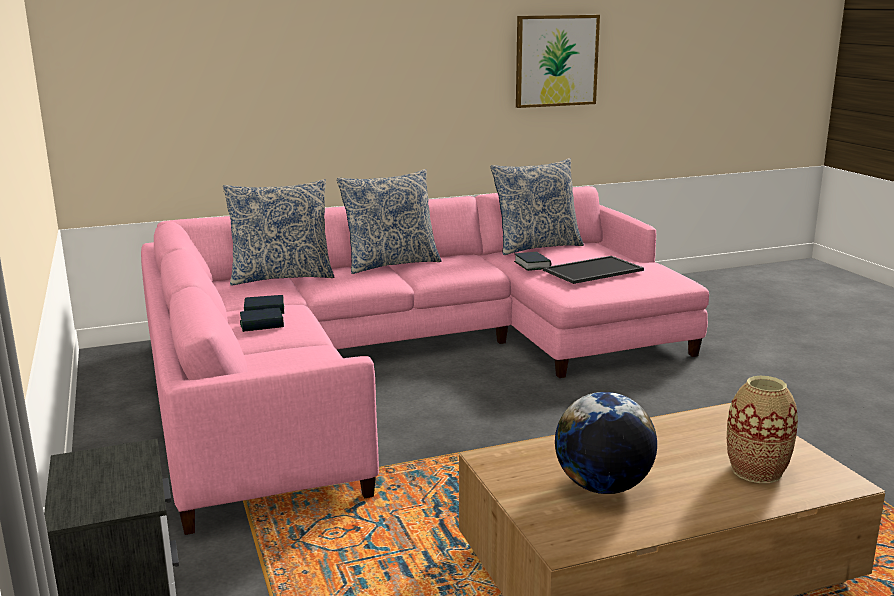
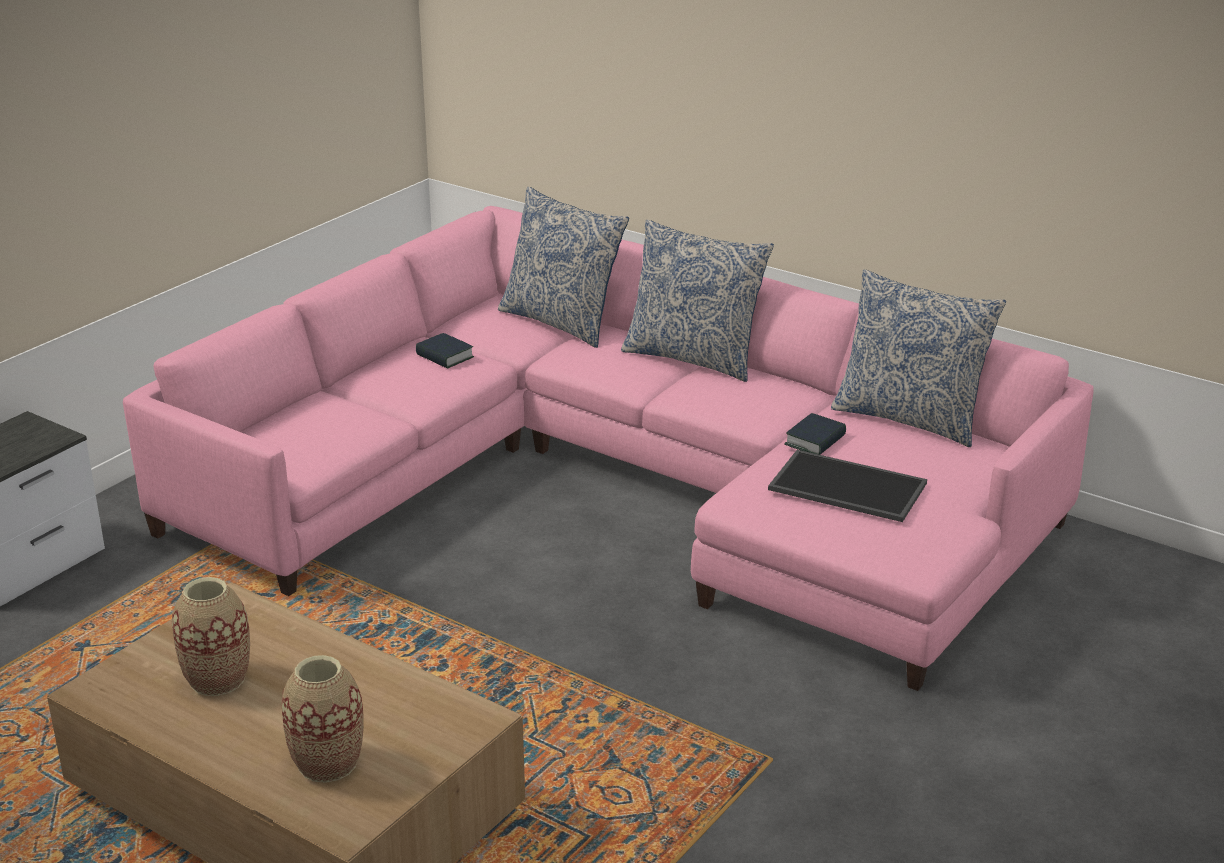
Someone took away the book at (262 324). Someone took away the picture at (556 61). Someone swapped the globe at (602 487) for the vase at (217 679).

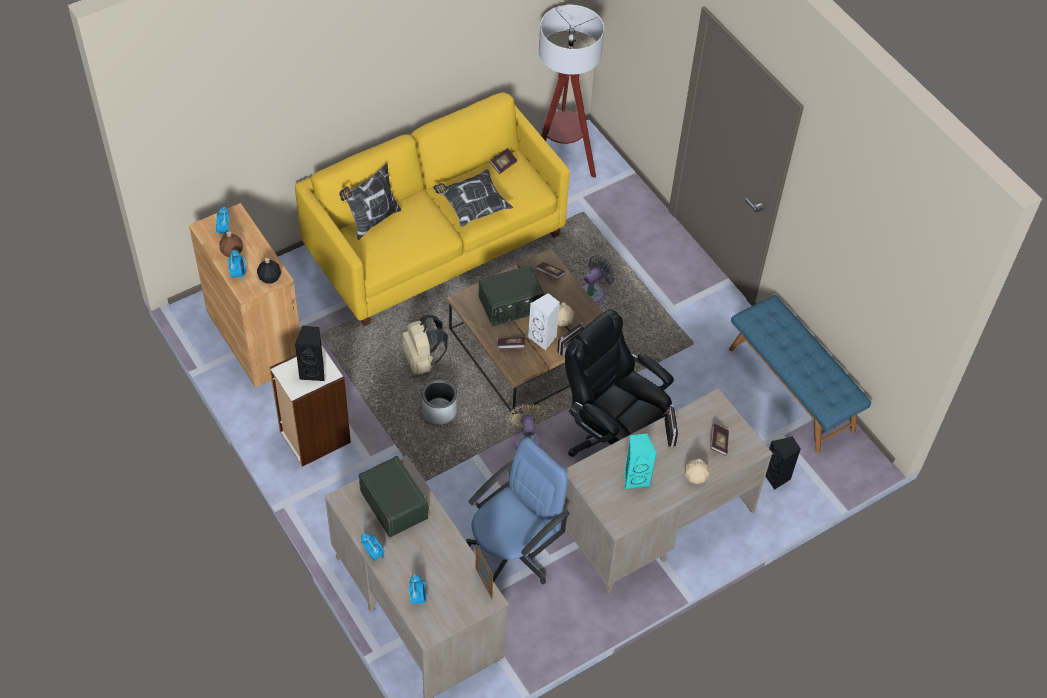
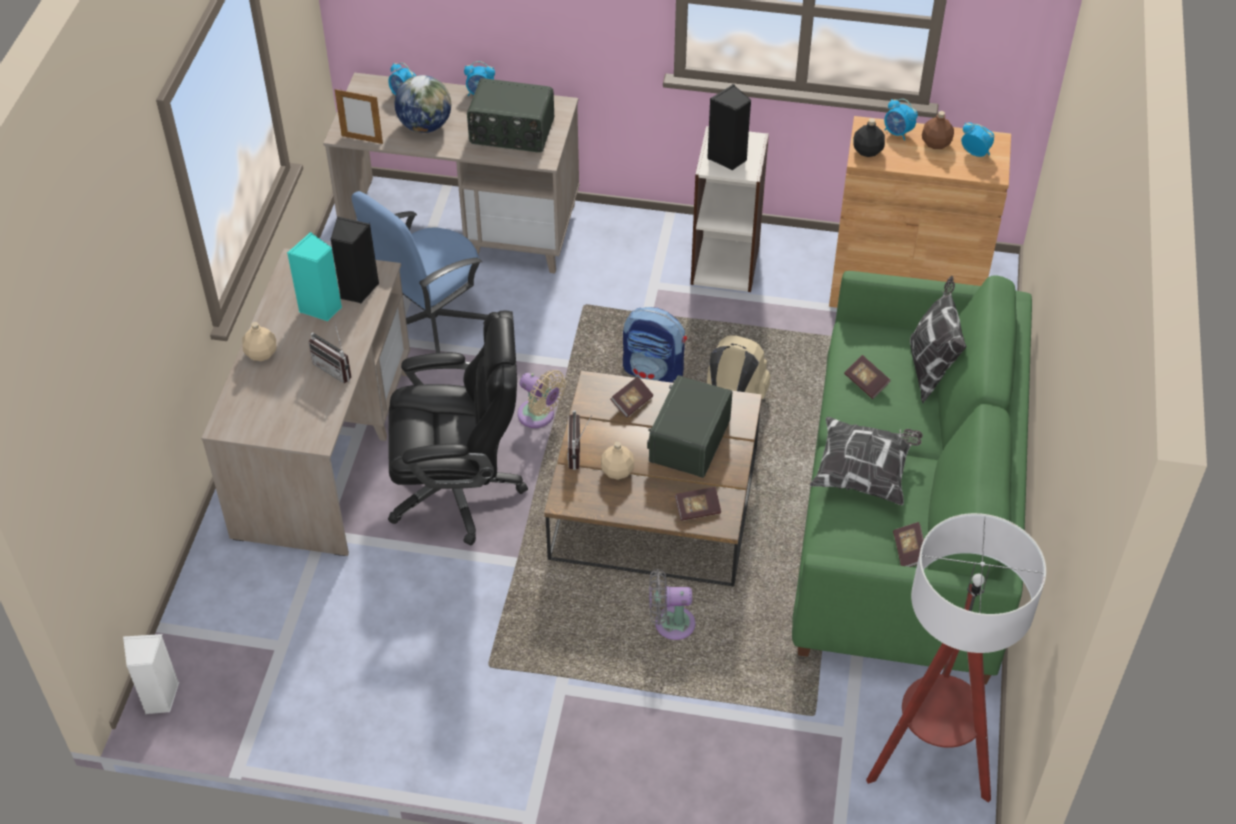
Someone took away the blue bench at (792 389). Someone put down the globe at (425 126). Someone carried the white speaker from (543 338) to (158 698). Someone carried the book from (718 443) to (866 383). Someone carried the black speaker from (777 477) to (357 290). Someone swapped the grey planter at (439 411) for the backpack at (654 371). Someone repainted the yellow sofa at (434 243), which became the green sofa at (905 521). Someone rotated the blue office chair at (513 552) by 45 degrees clockwise. Someone rotated the grey fan at (593 292) by 90 degrees clockwise.

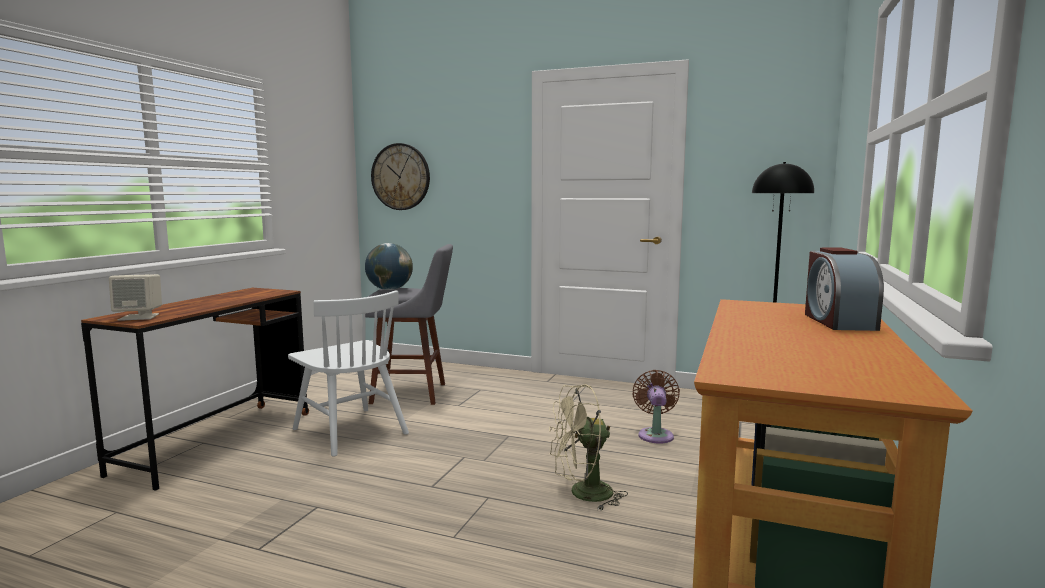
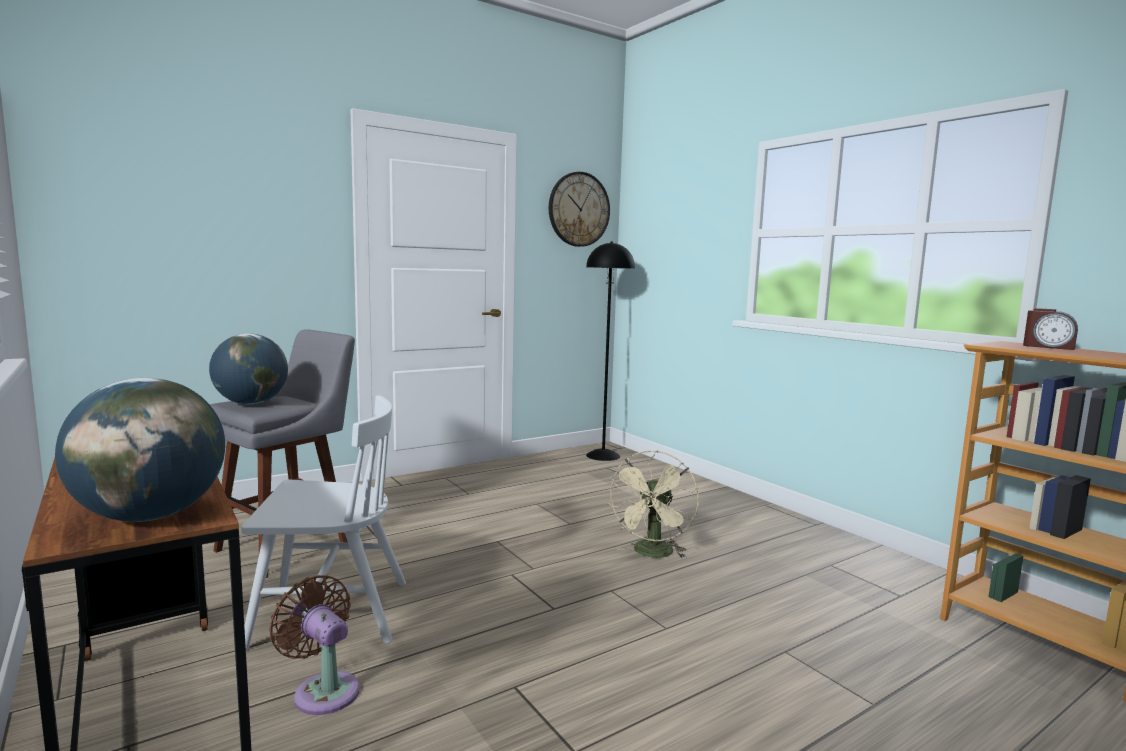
Someone carried the wall clock from (401 177) to (579 209). Someone carried the brown fan from (655 434) to (323 690). Someone swapped the beige speaker at (139 317) for the globe at (149 516).

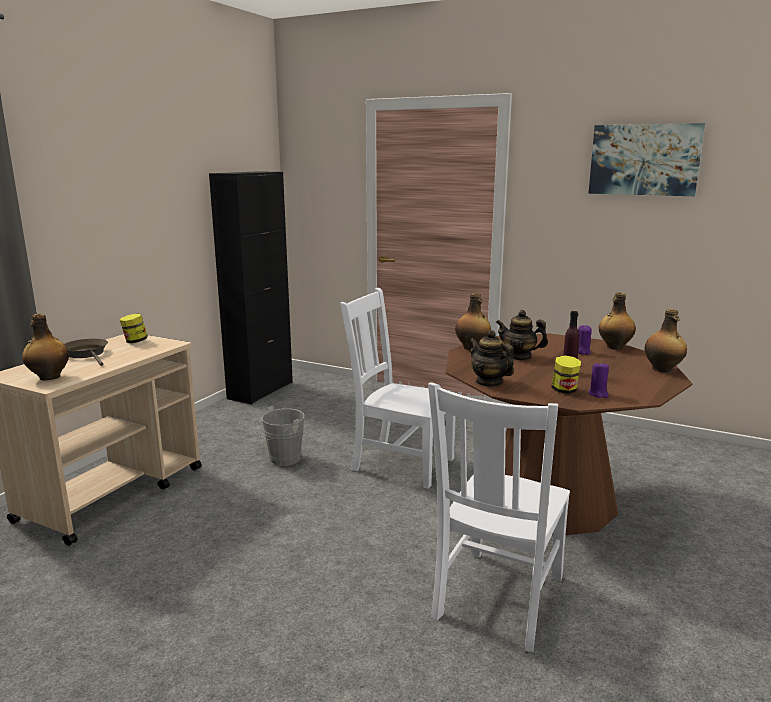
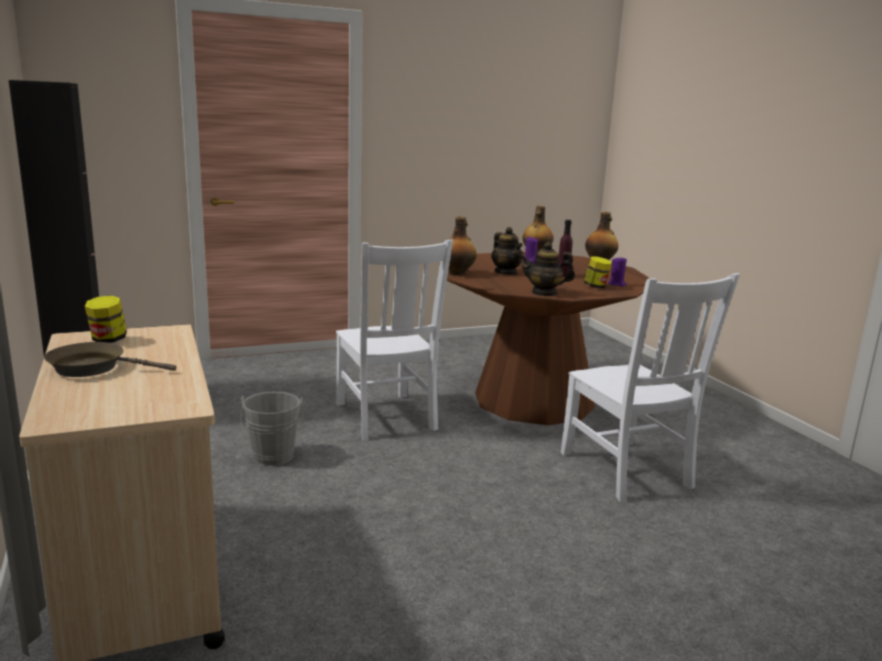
Someone took away the bottle at (49 377). Someone took away the picture at (644 160). Someone rotated the white chair at (399 463) by 90 degrees counterclockwise. Someone rotated the teapot at (519 357) by 90 degrees counterclockwise.

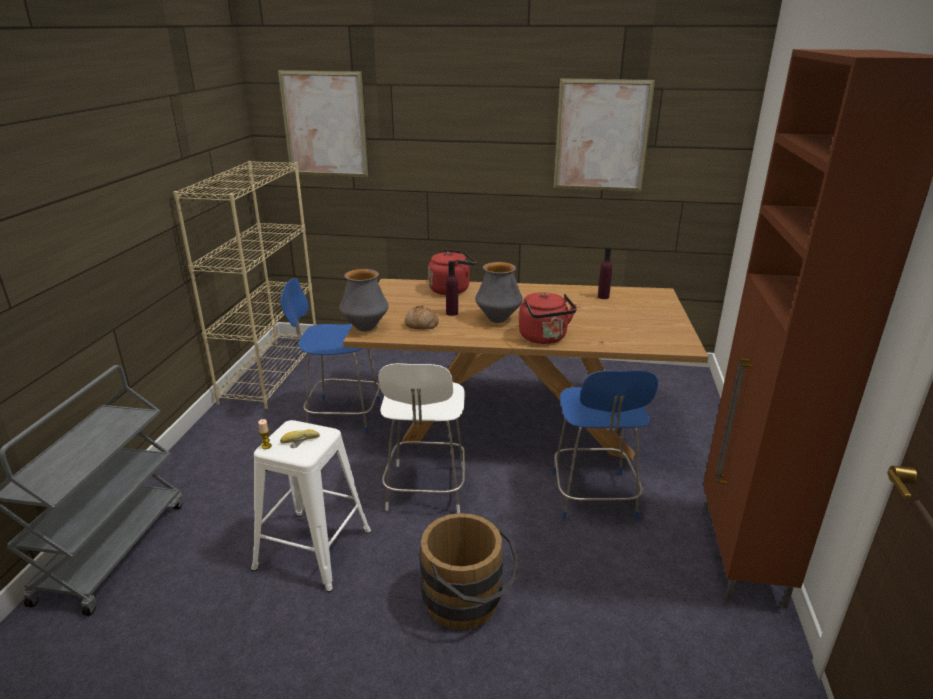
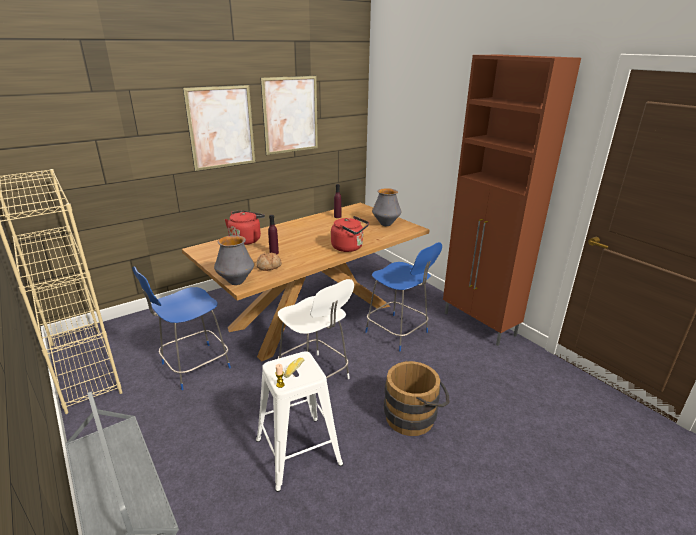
Someone carried the picture from (324 125) to (221 127). Someone carried the vase from (498 319) to (385 224).

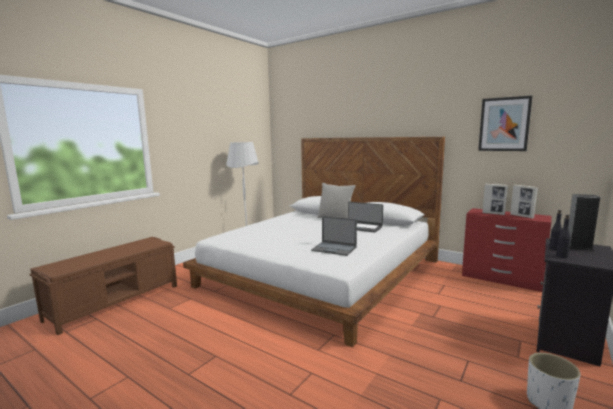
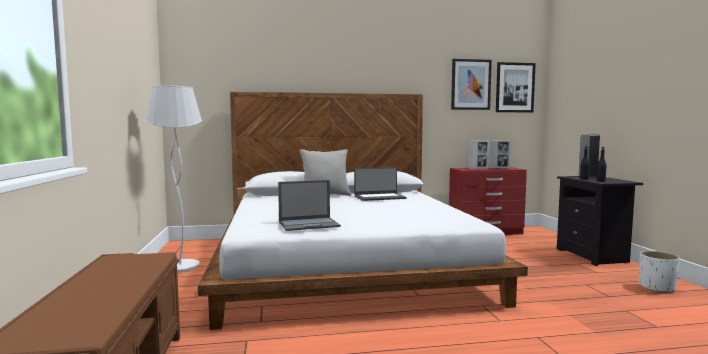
Someone put up the picture at (514 87). Someone carried the laptop from (334 249) to (309 224).

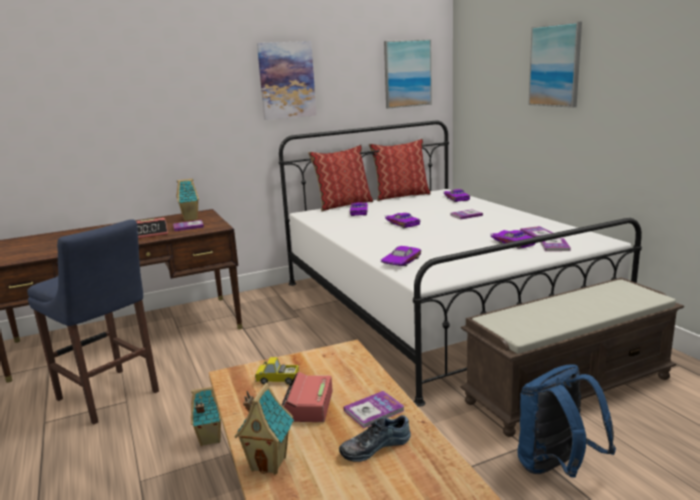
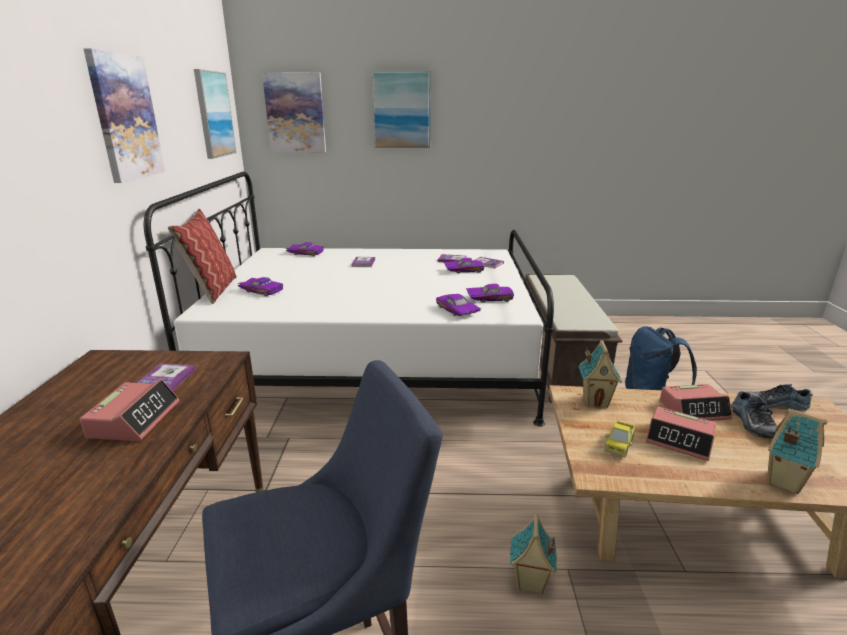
Someone took away the pillow at (401 196). Someone put up the picture at (295 113). Someone put down the shoe at (773 403). Someone carried the toy house from (191 218) to (595 401). Someone carried the purple toy car from (403 224) to (489 298). Someone swapped the book at (374 410) for the alarm clock at (694 410).

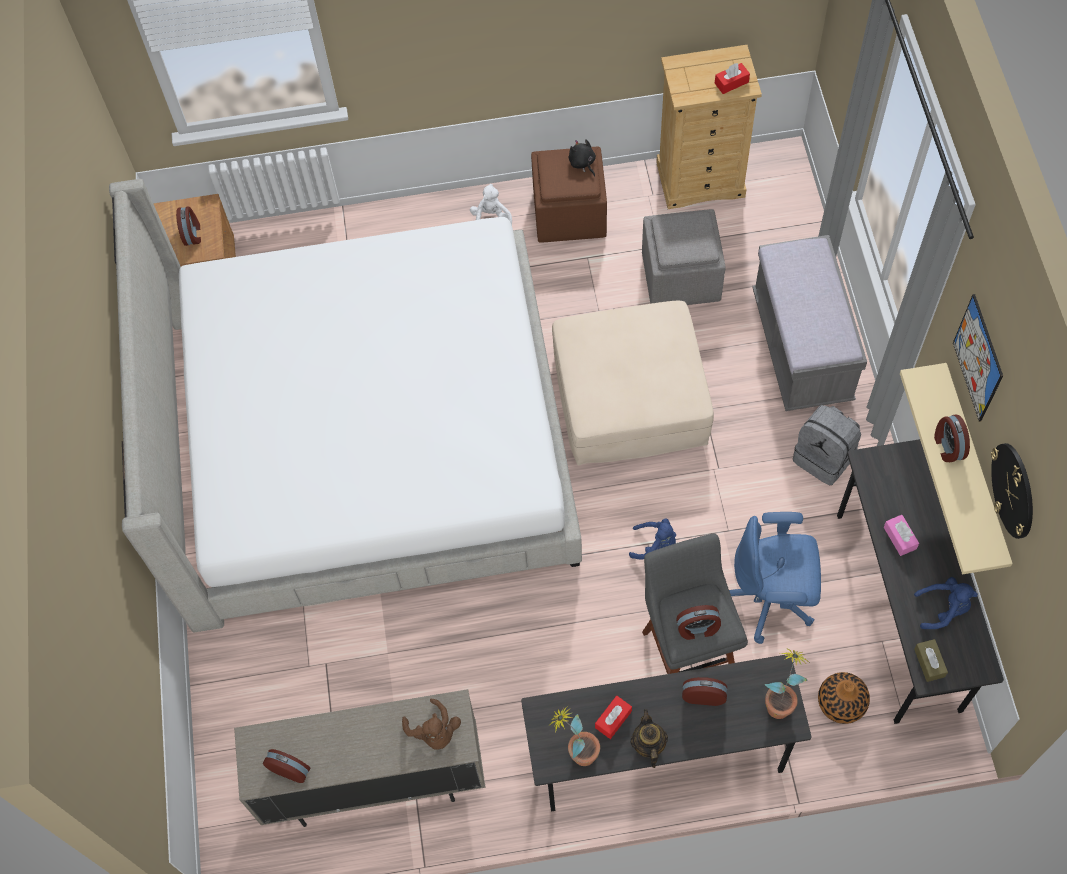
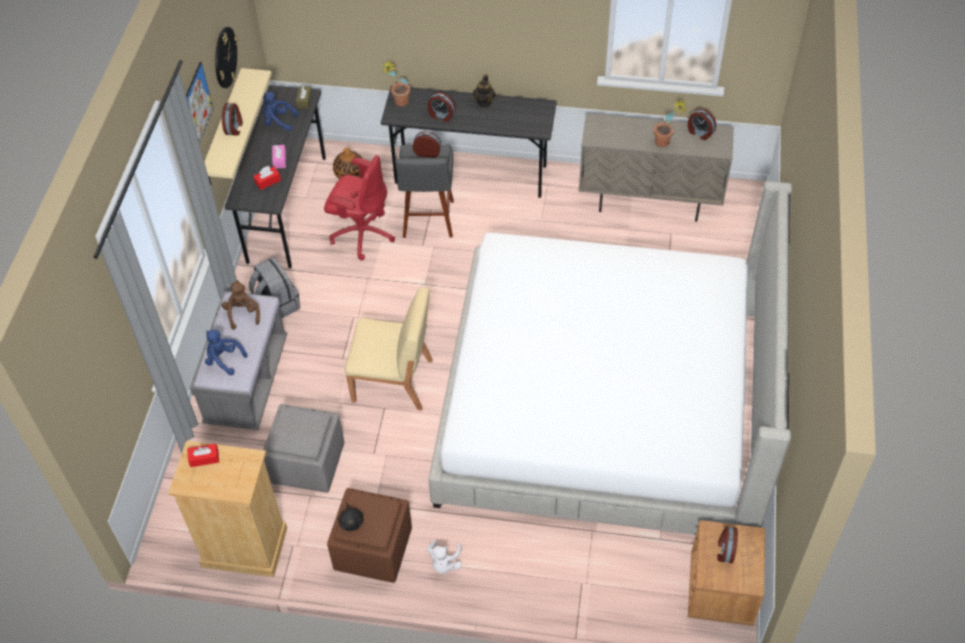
Someone carried the brown plush toy from (434 732) to (242 314). Someone carried the potted plant from (577 751) to (665 144). Someone carried the red tissue box from (613 719) to (268 181). Someone carried the blue plush toy from (655 545) to (224 360). Someone swapped the beige ottoman at (629 398) for the beige chair at (394 381). Someone repainted the blue office chair at (770 599), which became the red office chair at (362 234).

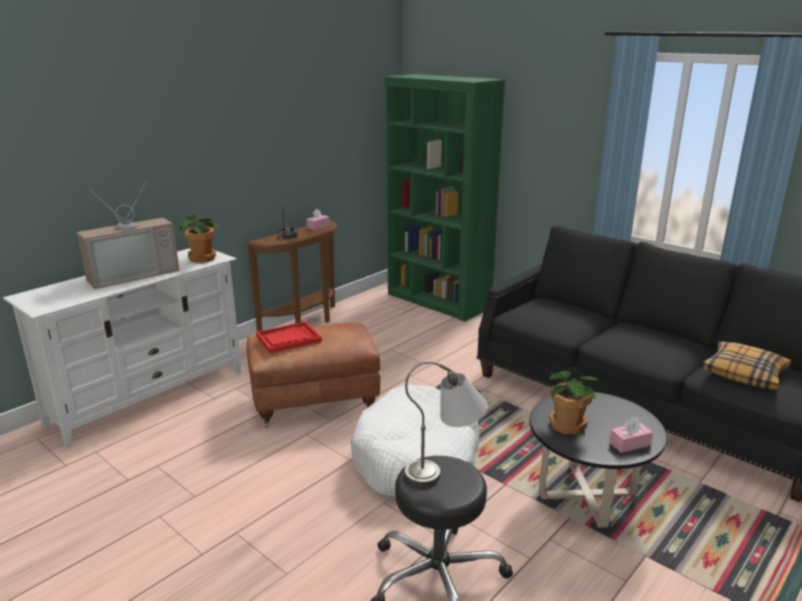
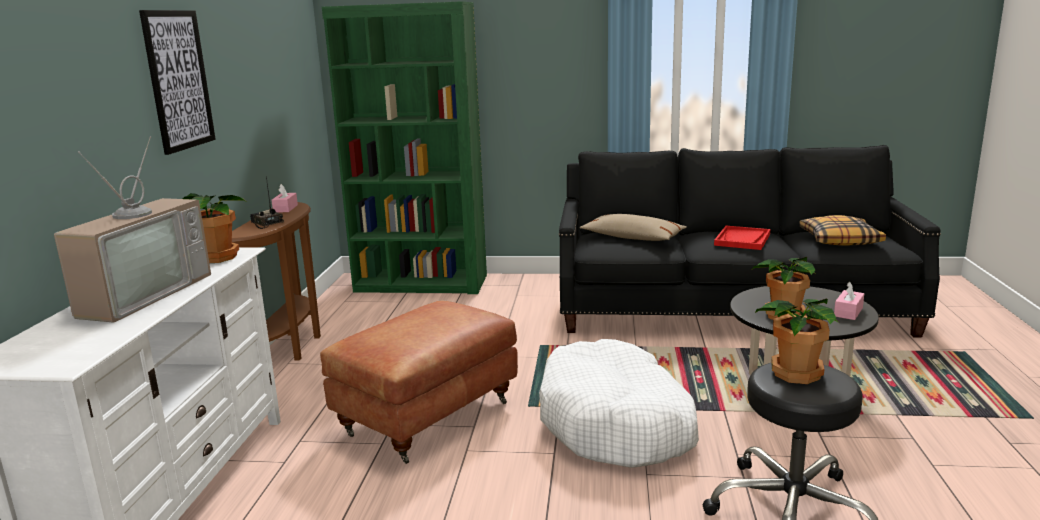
Someone put up the picture at (178 80). Someone put down the beige pillow at (632 238). Someone carried the red tray from (288 339) to (742 240). Someone swapped the grey table lamp at (446 471) for the potted plant at (795 373).

